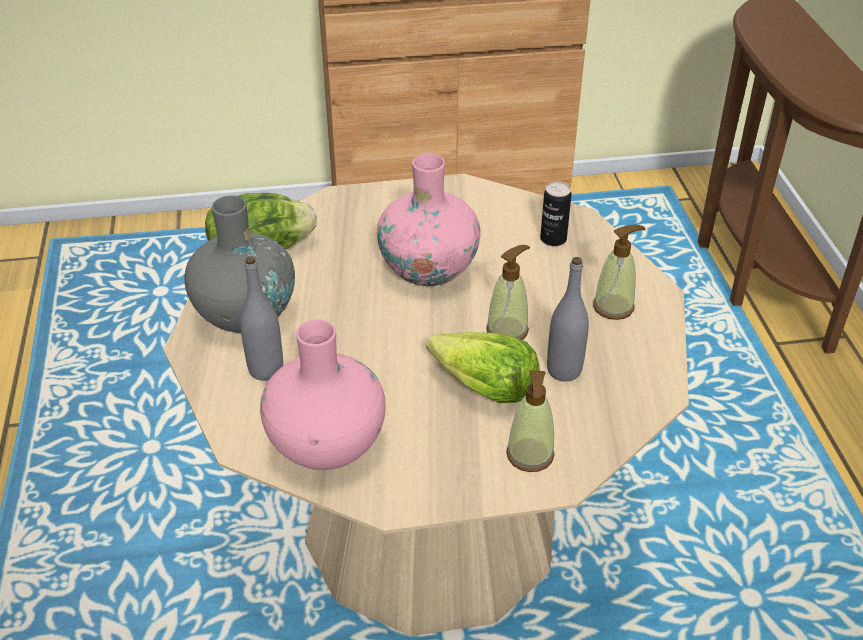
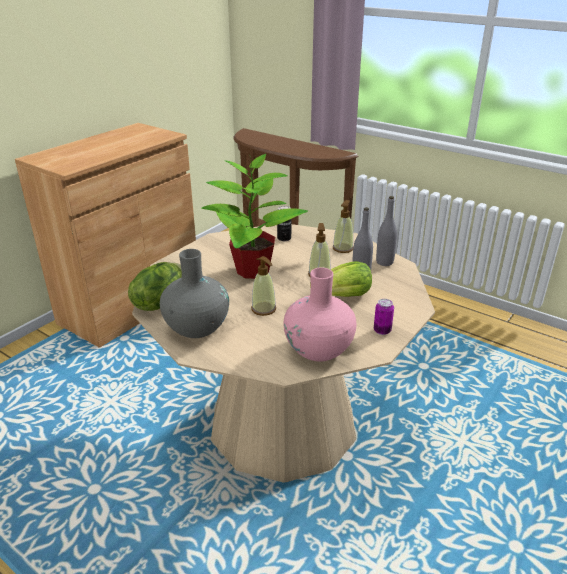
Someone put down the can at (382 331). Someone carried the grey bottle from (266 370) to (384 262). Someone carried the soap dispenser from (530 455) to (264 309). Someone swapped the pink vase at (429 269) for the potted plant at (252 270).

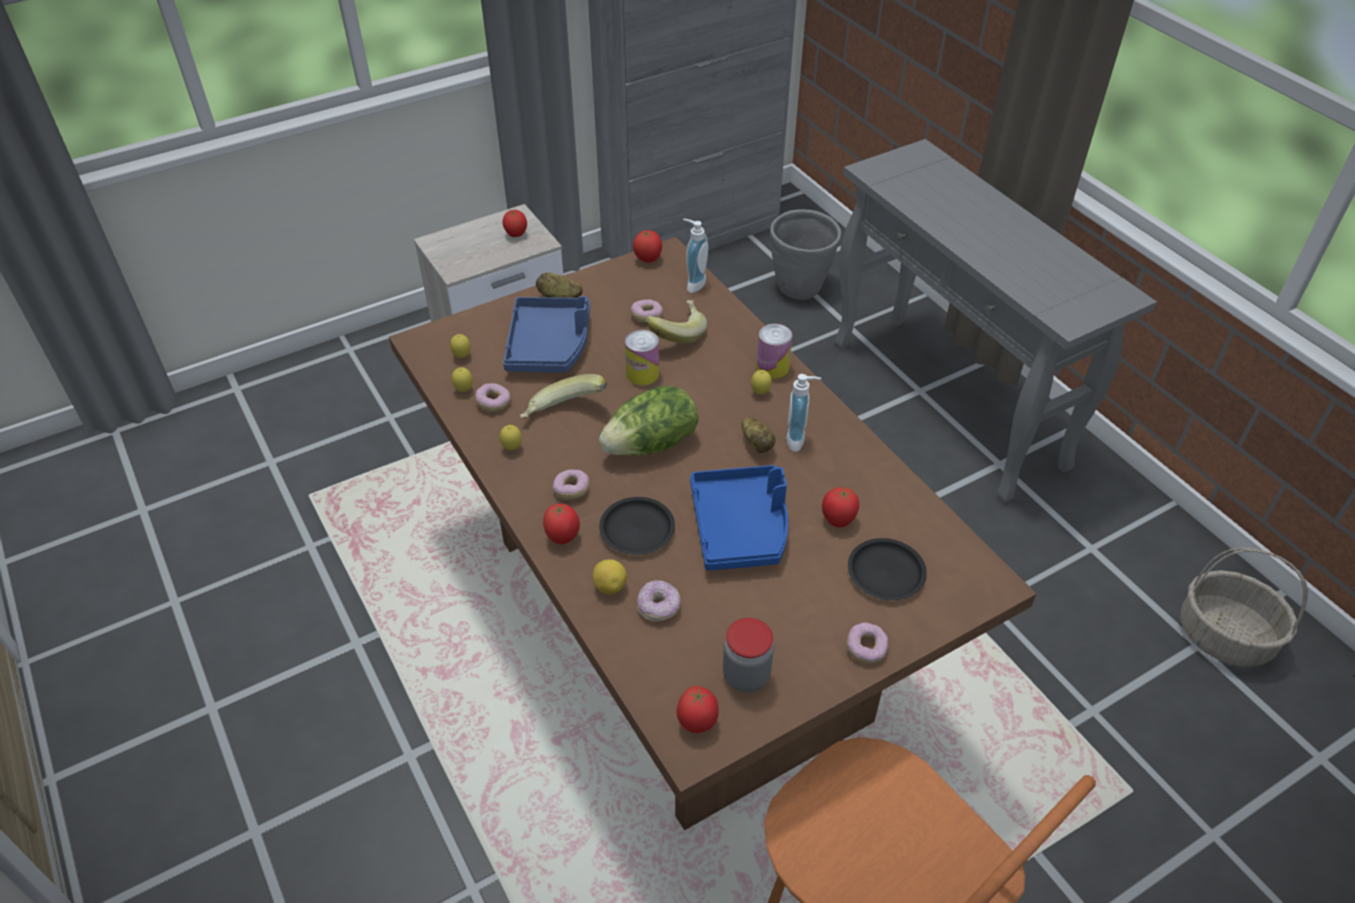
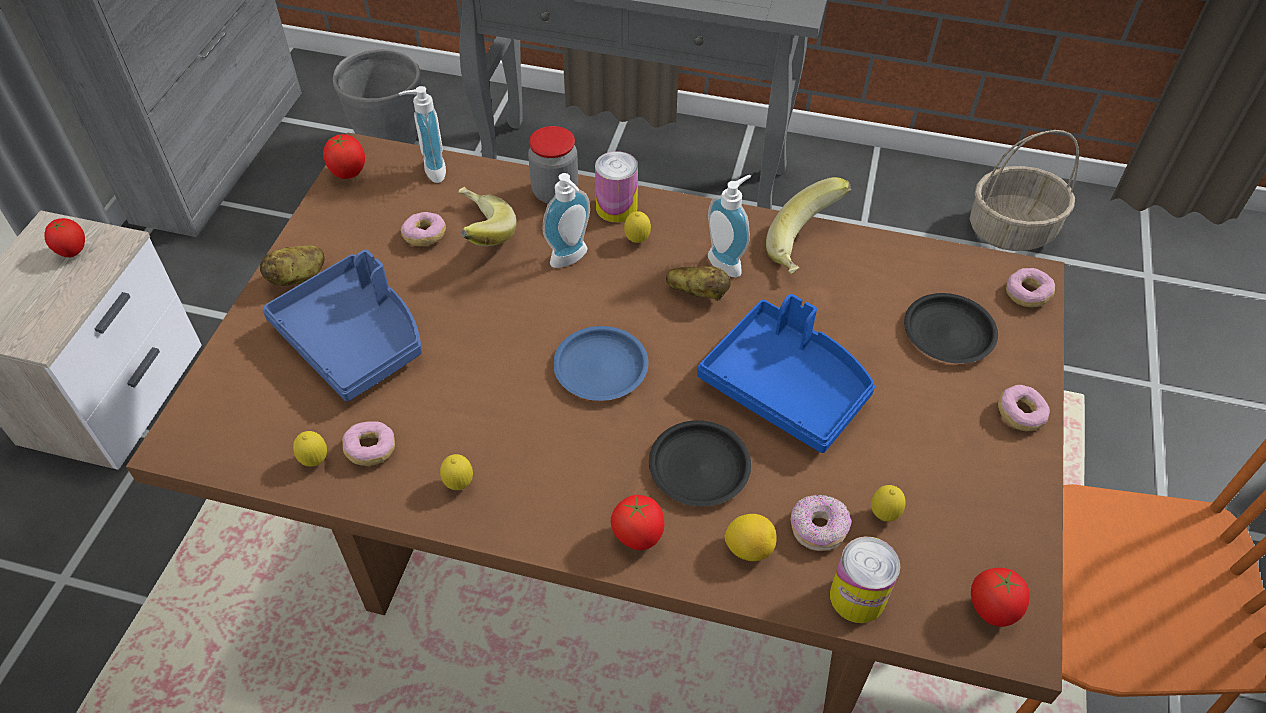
Someone took away the tomato at (838 521). Someone put down the soap dispenser at (571 259). Someone carried the lemon from (462 357) to (883 515). Someone carried the banana from (564 415) to (806 247). Someone carried the donut from (571 490) to (1027 294). Someone carried the can from (642 374) to (857 597). Someone carried the jar from (746 675) to (555 192). Someone swapped the lettuce at (652 444) for the blue plate at (601 367).

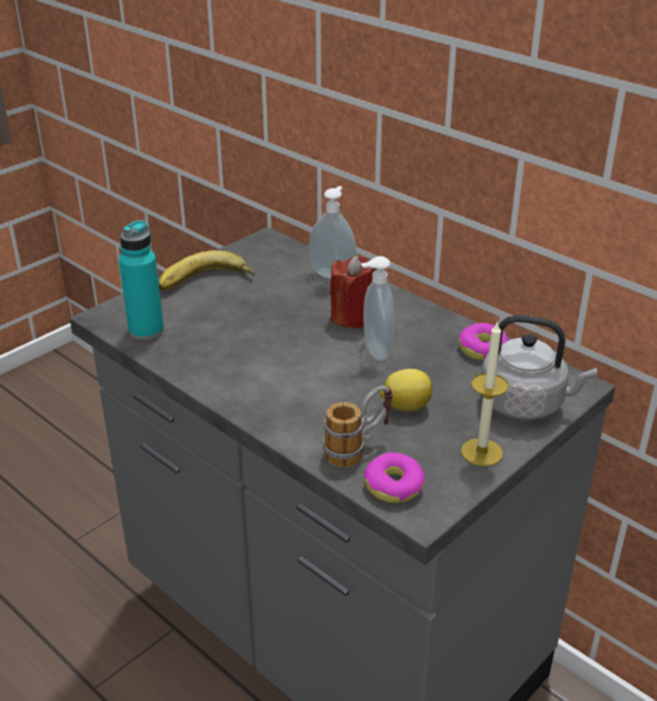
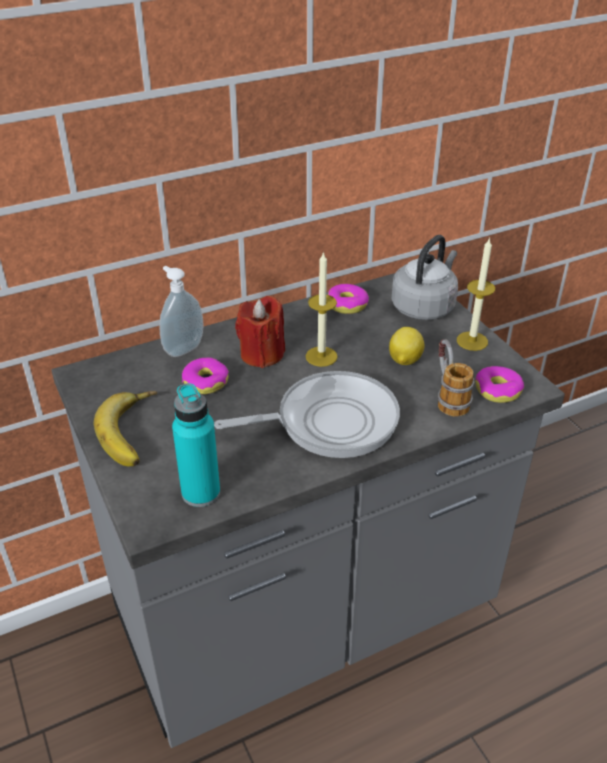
Someone put down the donut at (205 382). Someone put down the frying pan at (329 422). Someone swapped the soap dispenser at (374 351) for the candle at (321 356).

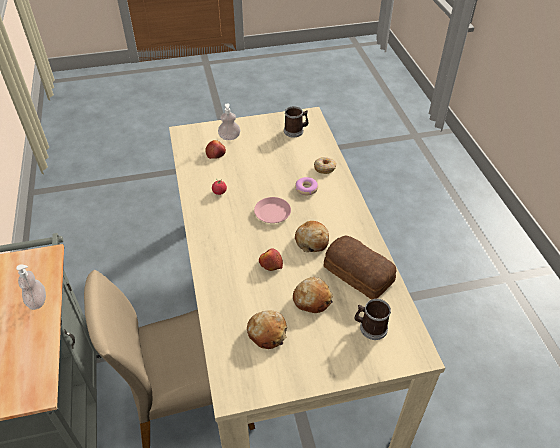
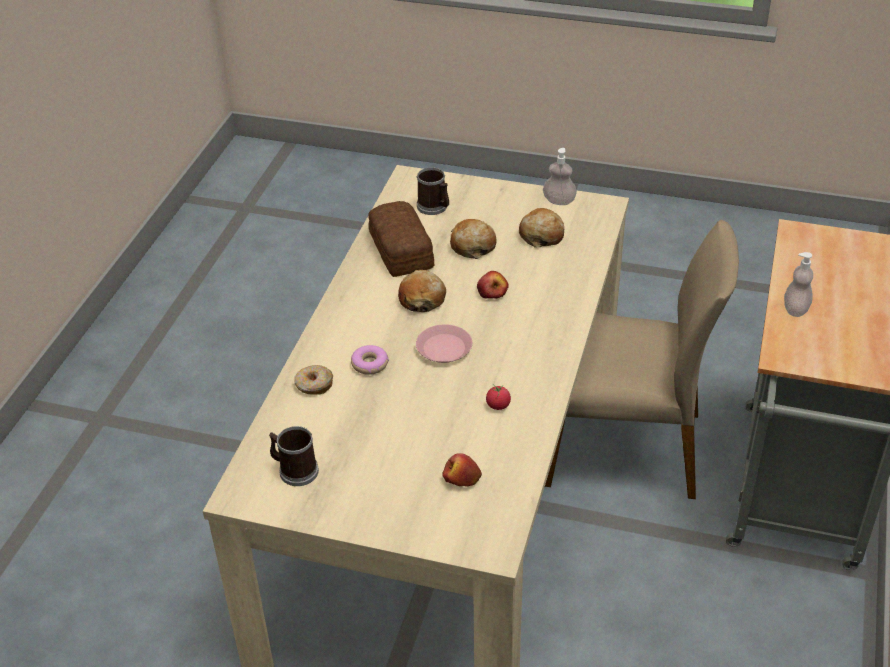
Someone carried the soap dispenser from (229 137) to (559 201).

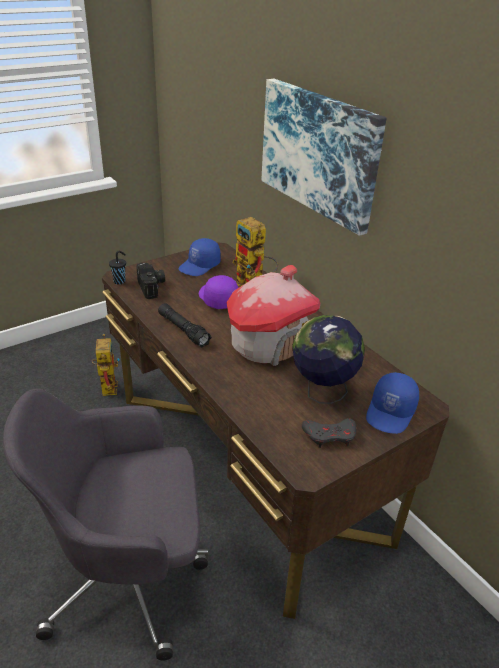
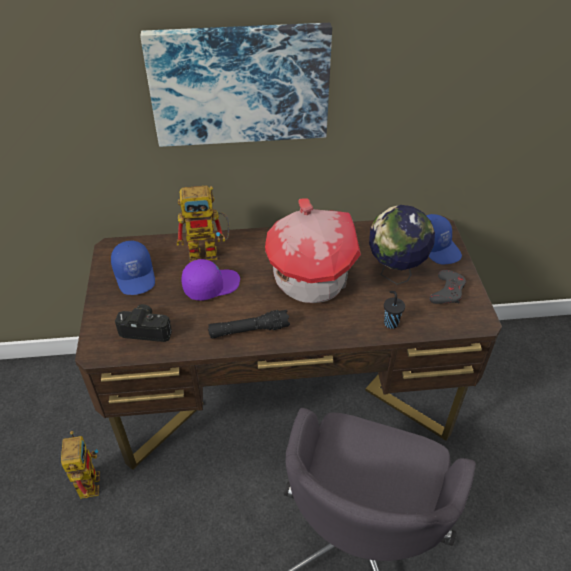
Someone carried the black cup from (120 281) to (390 322). Someone rotated the toy robot at (107 385) by 60 degrees clockwise. Someone rotated the purple cap at (217 299) by 150 degrees clockwise.

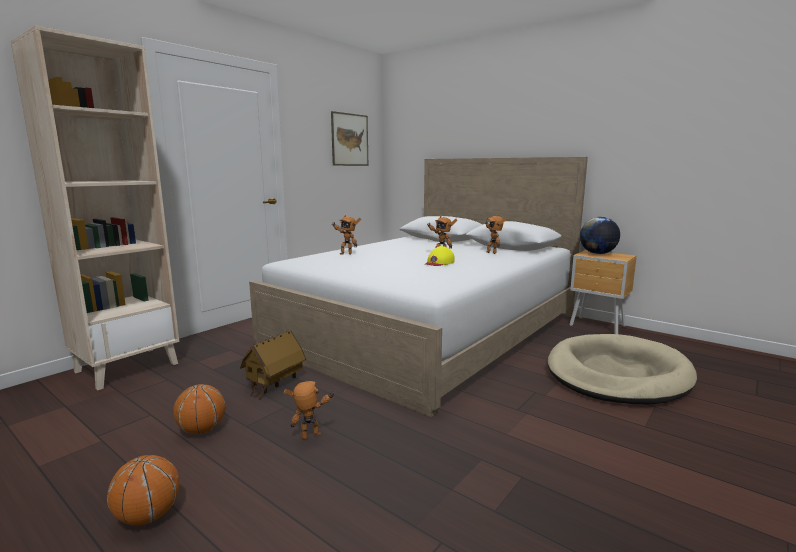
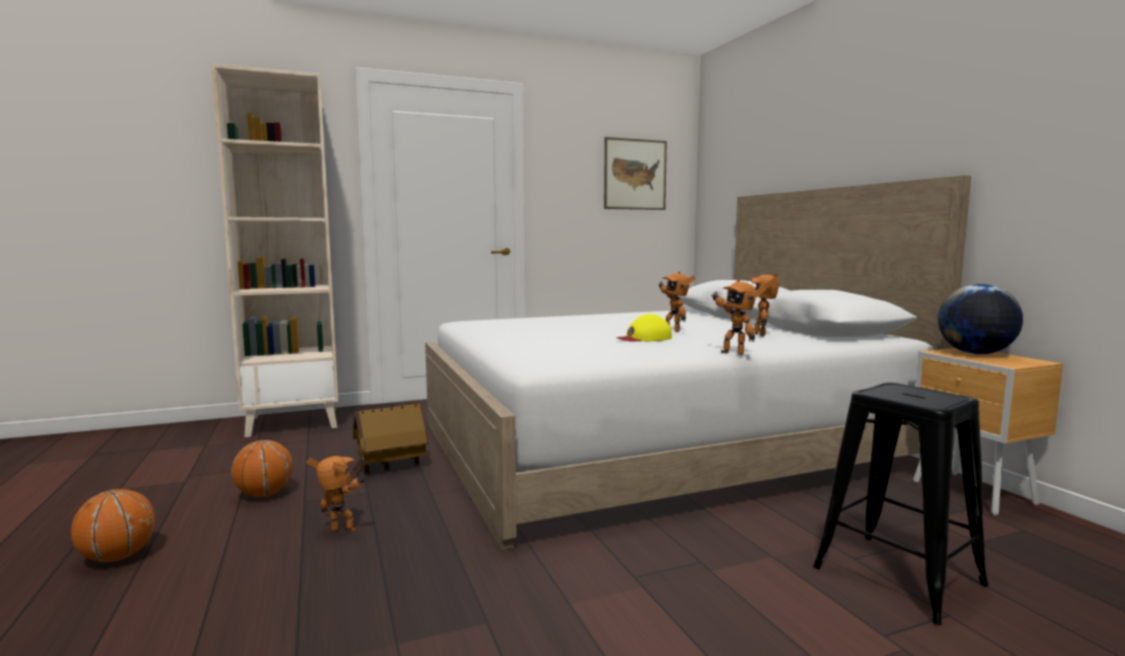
Someone carried the toy robot from (346 254) to (733 353). Someone swapped the beige dog bed at (617 374) for the black stool at (898 576).

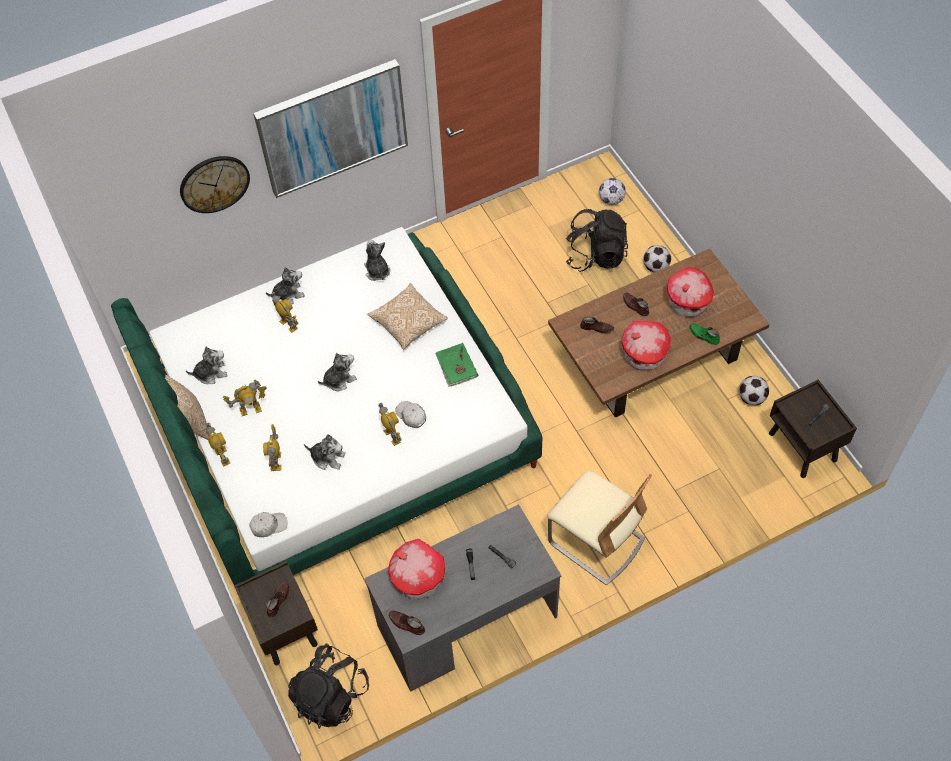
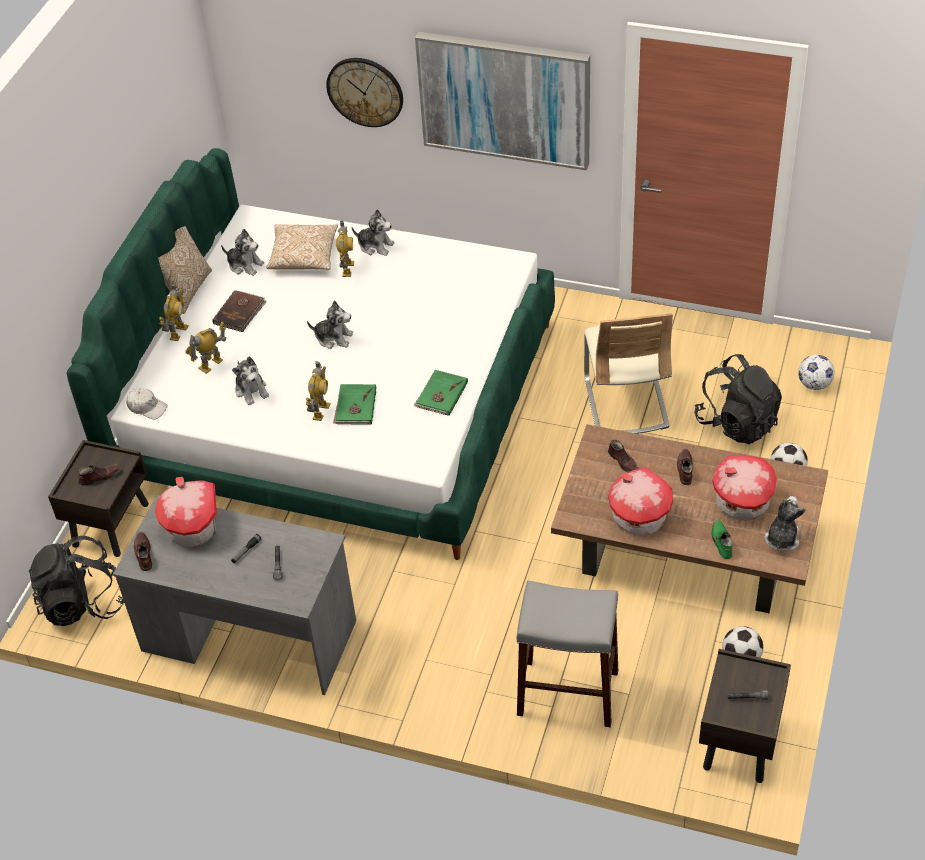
Someone put down the grey stool at (567 692). Someone carried the plush toy from (377 271) to (781 539). Someone carried the pillow from (408 323) to (304 257). Someone carried the beige chair from (596 541) to (626 402). Someone swapped the toy robot at (250 410) for the brown book at (240 313). Someone swapped the white cap at (411 416) for the green book at (355 406).

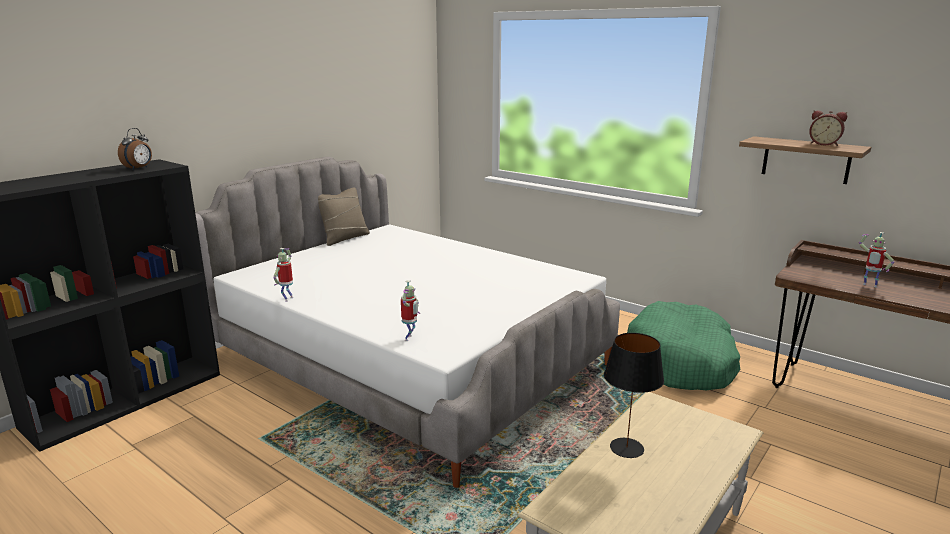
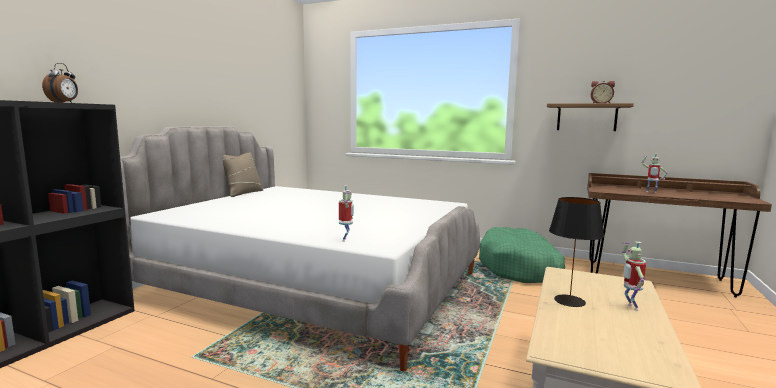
Someone carried the toy robot from (287 299) to (630 307).

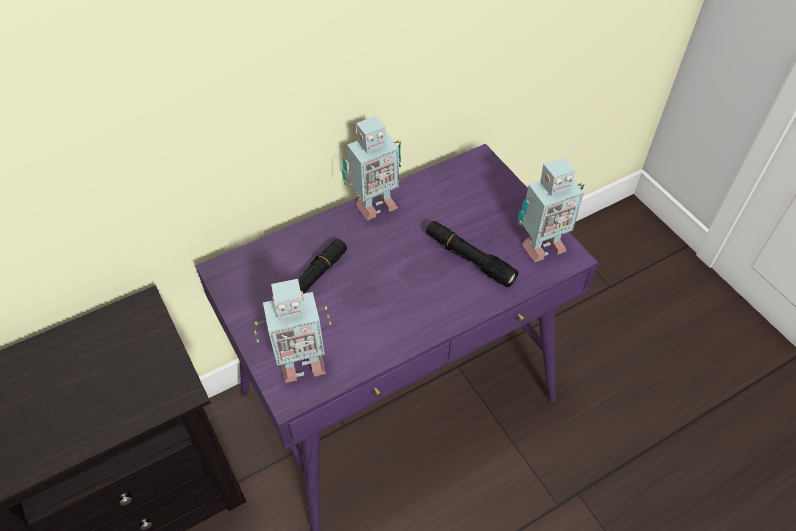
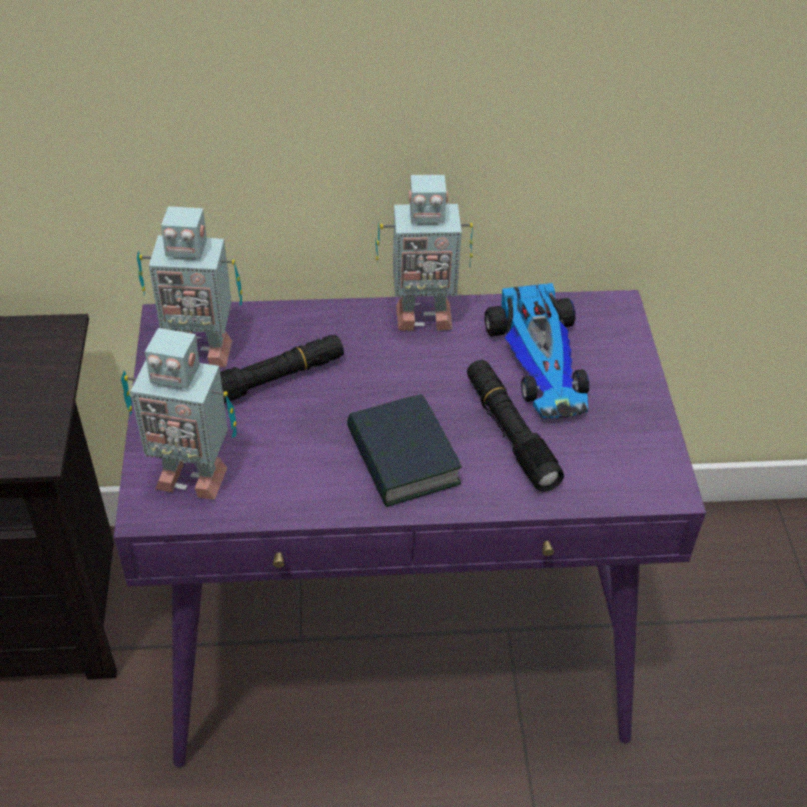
Someone put down the book at (402 458). Someone put down the toy car at (542 361). Someone carried the toy robot from (540 246) to (200 349).

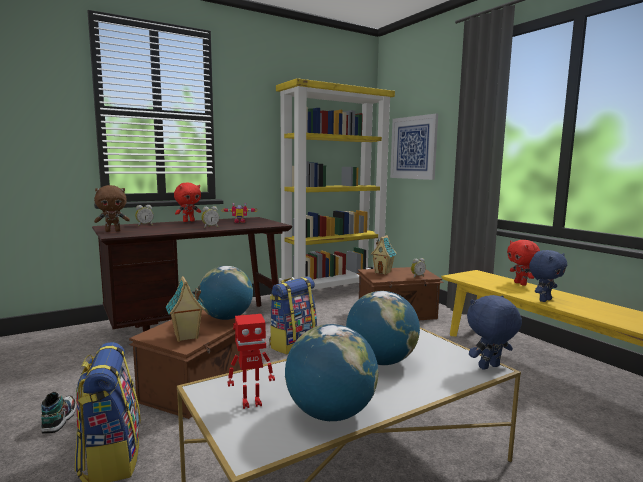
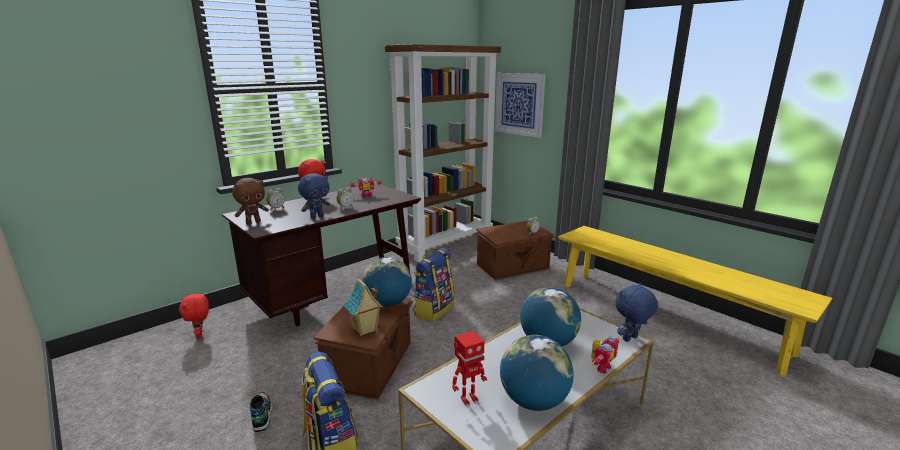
Someone took away the toy house at (383 272). Someone put down the toy robot at (600 366). Someone carried the red plush toy from (521 284) to (200 335). Someone carried the blue plush toy from (544 300) to (317 217). Someone repainted the yellow bookcase at (333 291), which became the brown bookcase at (446 244).

